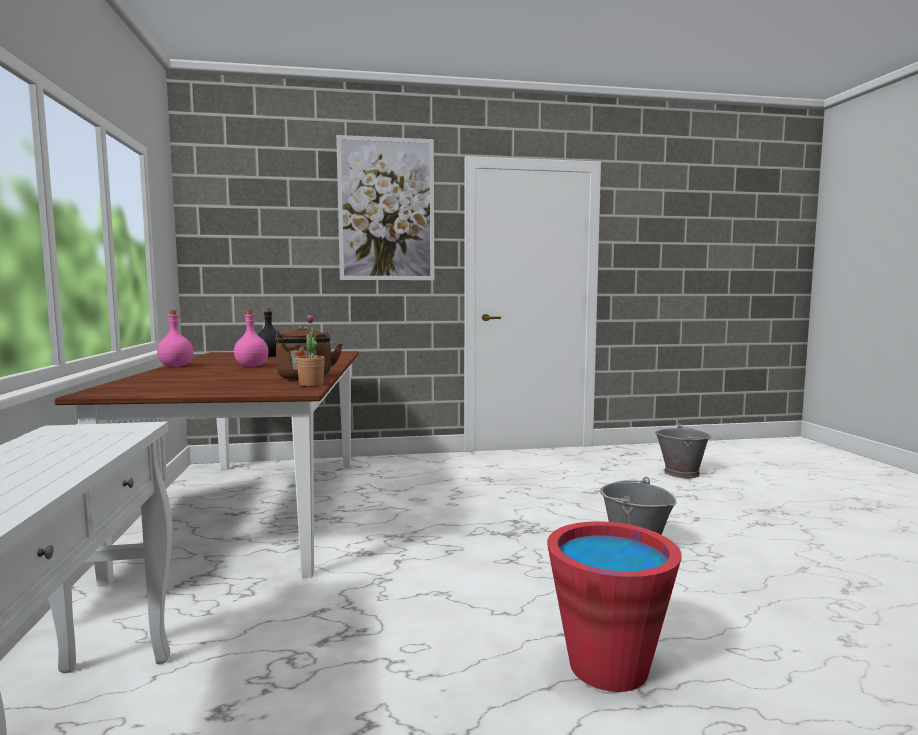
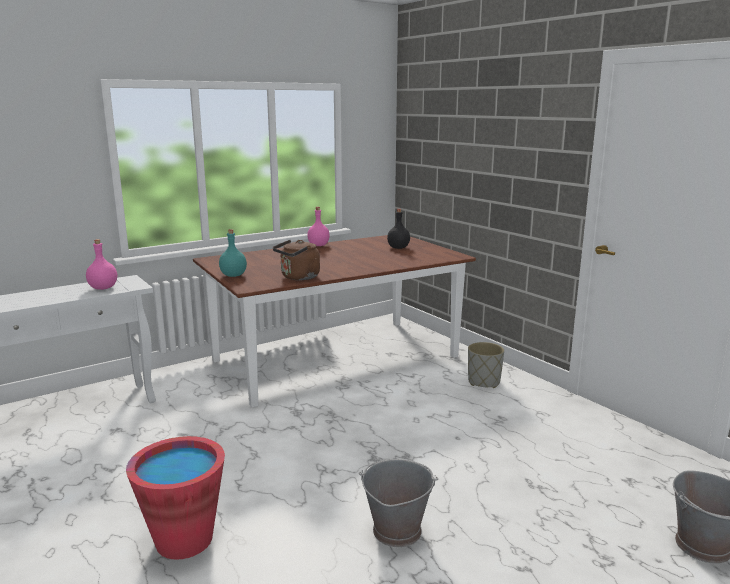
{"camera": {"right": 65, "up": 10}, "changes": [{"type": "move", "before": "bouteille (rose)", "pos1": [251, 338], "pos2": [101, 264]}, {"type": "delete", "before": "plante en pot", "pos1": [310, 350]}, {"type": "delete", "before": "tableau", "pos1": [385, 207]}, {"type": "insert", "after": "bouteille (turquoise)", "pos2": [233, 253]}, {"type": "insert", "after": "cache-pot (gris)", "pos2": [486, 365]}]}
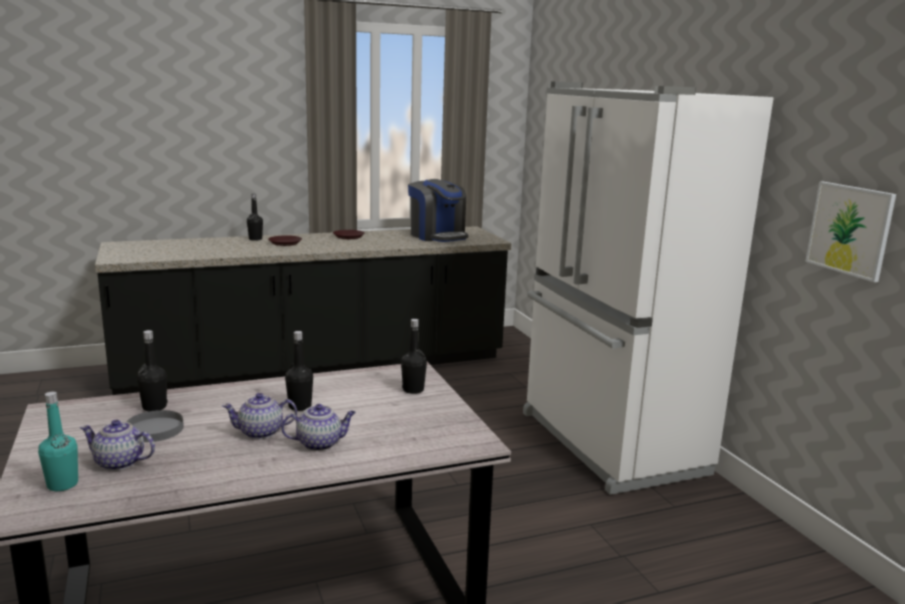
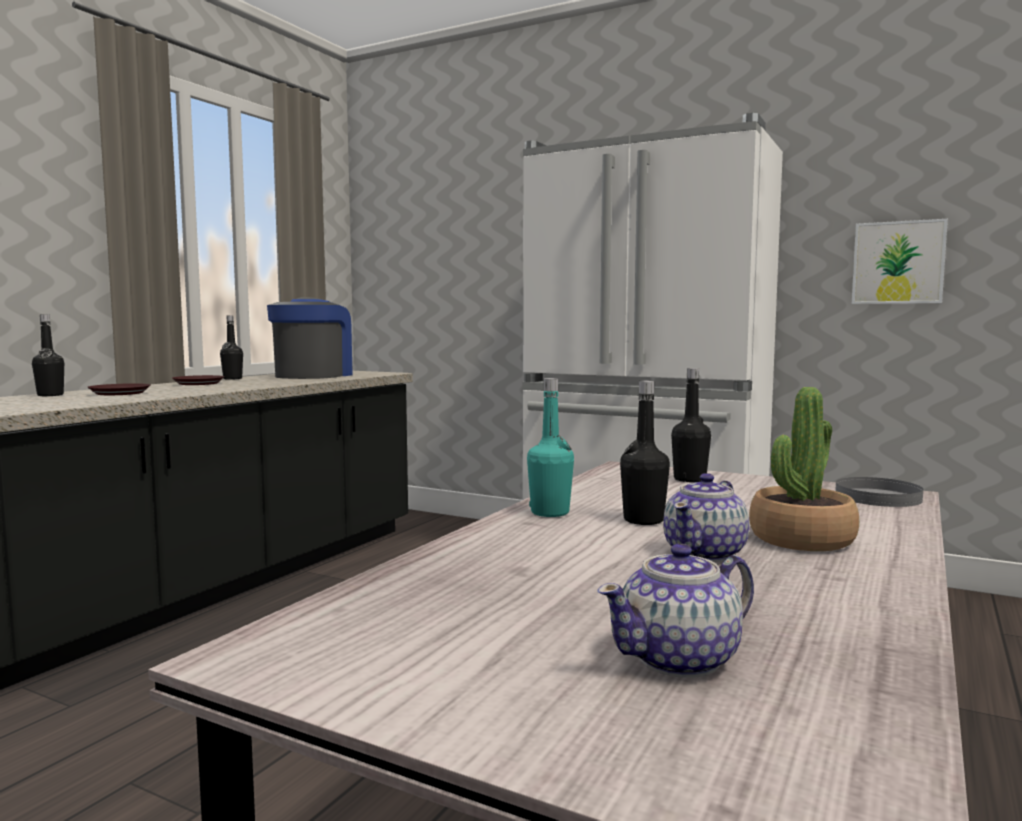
{"camera": {"right": -40, "up": -10}, "changes": [{"type": "move", "before": "bouteille (turquoise)", "pos1": [58, 441], "pos2": [550, 447]}, {"type": "move", "before": "assiette (gris)", "pos1": [155, 426], "pos2": [879, 492]}, {"type": "move", "before": "bouteille (noir)", "pos1": [152, 370], "pos2": [231, 348]}, {"type": "replace", "before": "théière", "after": "plante en pot", "pos1": [318, 427], "pos2": [804, 469]}, {"type": "rotate", "before": "machine à café", "pos1": [438, 210], "pos2": [310, 338], "turn": -90}]}
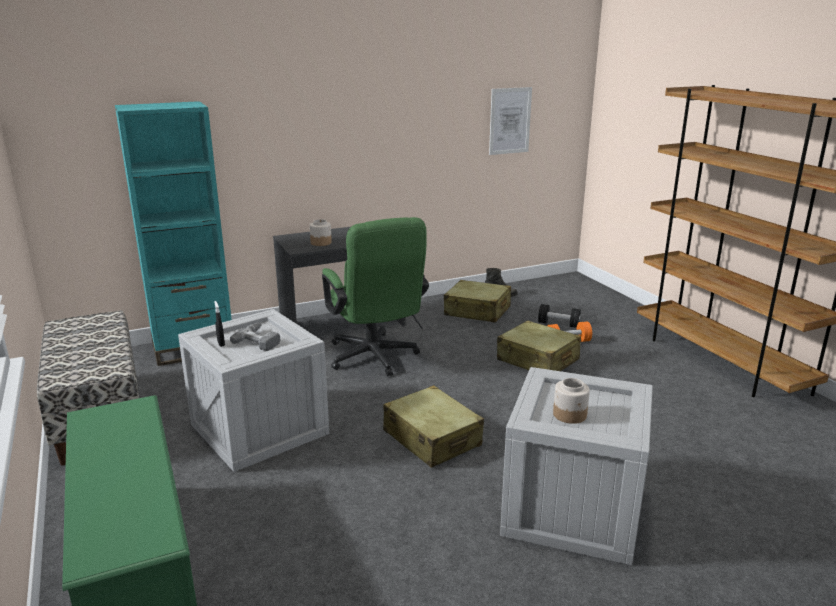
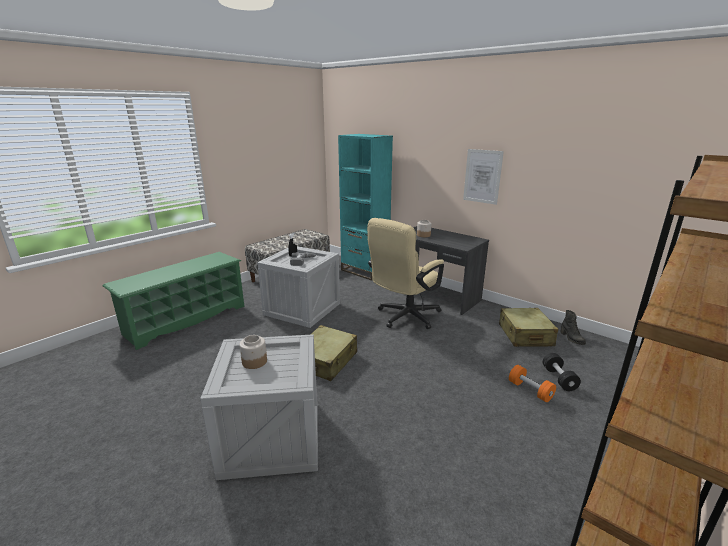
{"camera": {"right": 65, "up": 0}, "changes": [{"type": "recolor", "before": "chaise de bureau (vert)", "after": "chaise de bureau (beige)", "pos1": [375, 296], "pos2": [405, 273]}, {"type": "move", "before": "tableau", "pos1": [510, 121], "pos2": [483, 177]}, {"type": "delete", "before": "valise (beige)", "pos1": [539, 345]}]}
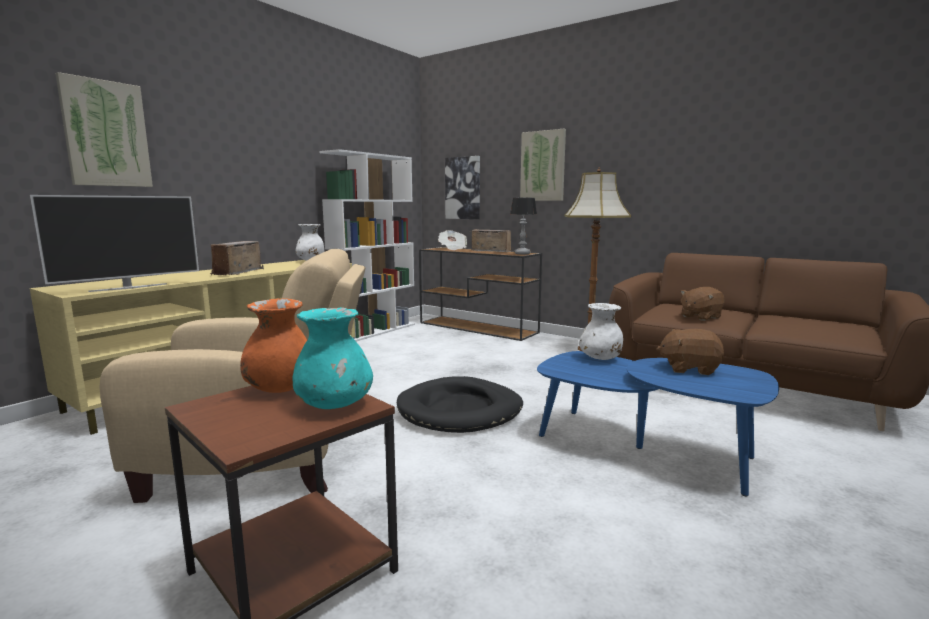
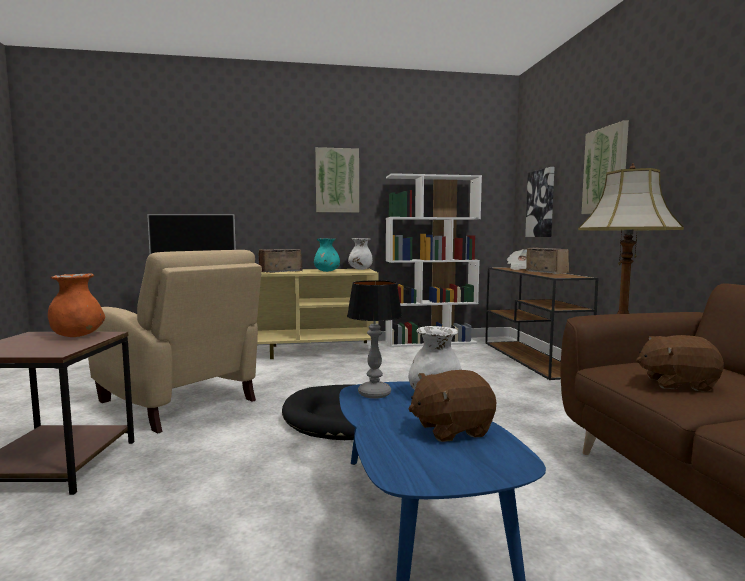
{"camera": {"right": 45, "up": -5}, "changes": [{"type": "move", "before": "tableau", "pos1": [104, 129], "pos2": [337, 180]}, {"type": "move", "before": "vase (turquoise)", "pos1": [333, 358], "pos2": [327, 255]}, {"type": "move", "before": "lampe de table", "pos1": [523, 226], "pos2": [374, 340]}, {"type": "rotate", "before": "peluche (marron)", "pos1": [690, 352], "pos2": [452, 406], "turn": -75}]}
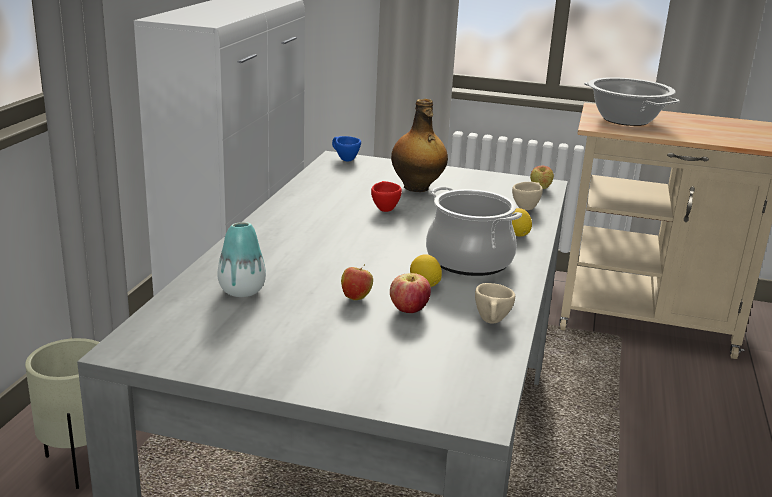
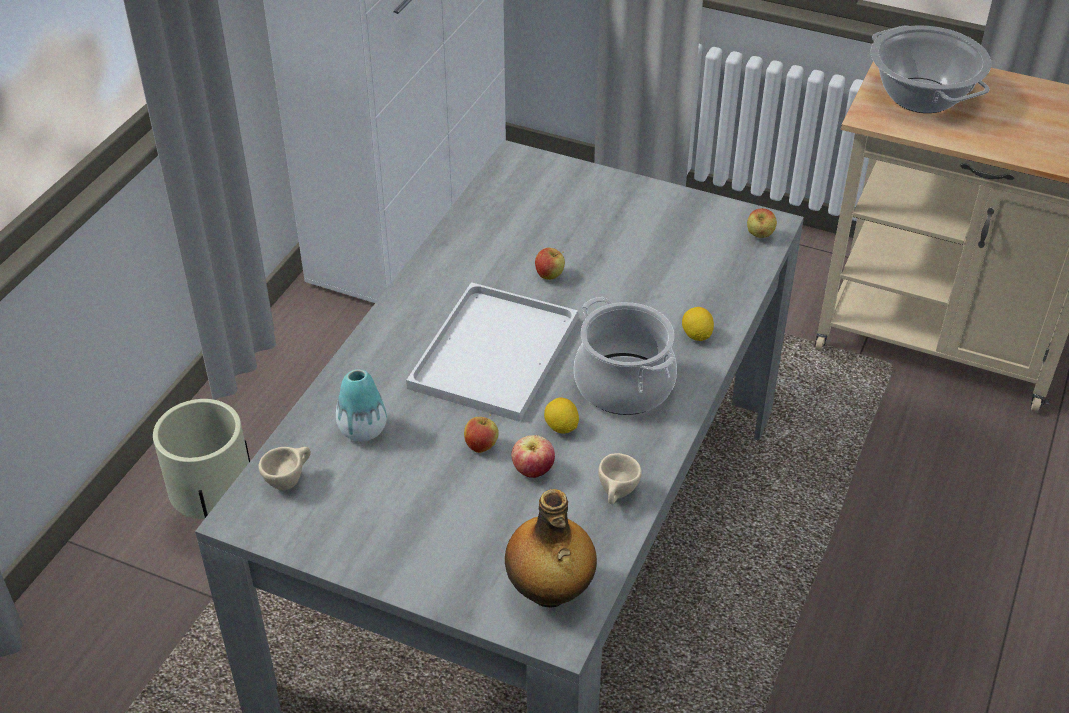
{"camera": {"right": 10, "up": 20}, "changes": [{"type": "delete", "before": "tasse (bleu)", "pos1": [346, 148]}, {"type": "replace", "before": "tasse (rouge)", "after": "pomme", "pos1": [386, 196], "pos2": [550, 264]}, {"type": "move", "before": "bouteille", "pos1": [419, 145], "pos2": [551, 548]}, {"type": "move", "before": "tasse (beige)", "pos1": [527, 196], "pos2": [284, 468]}, {"type": "insert", "after": "plateau (blanc)", "pos2": [492, 352]}]}
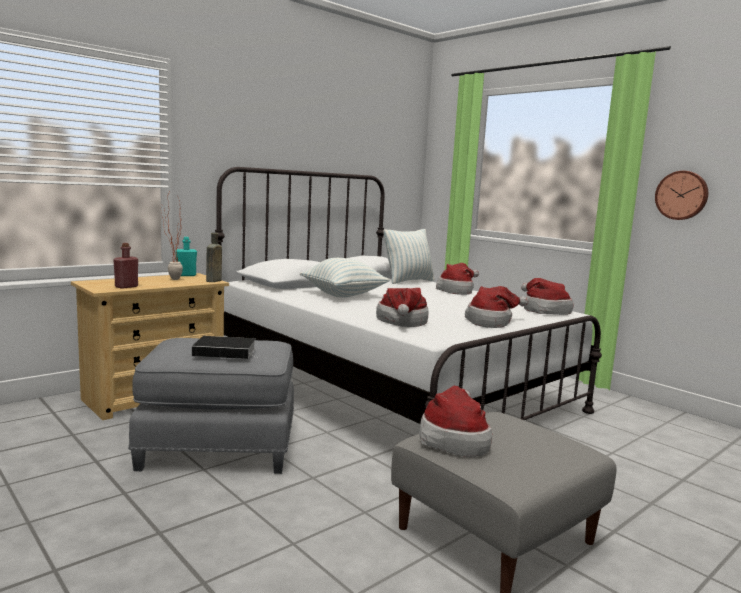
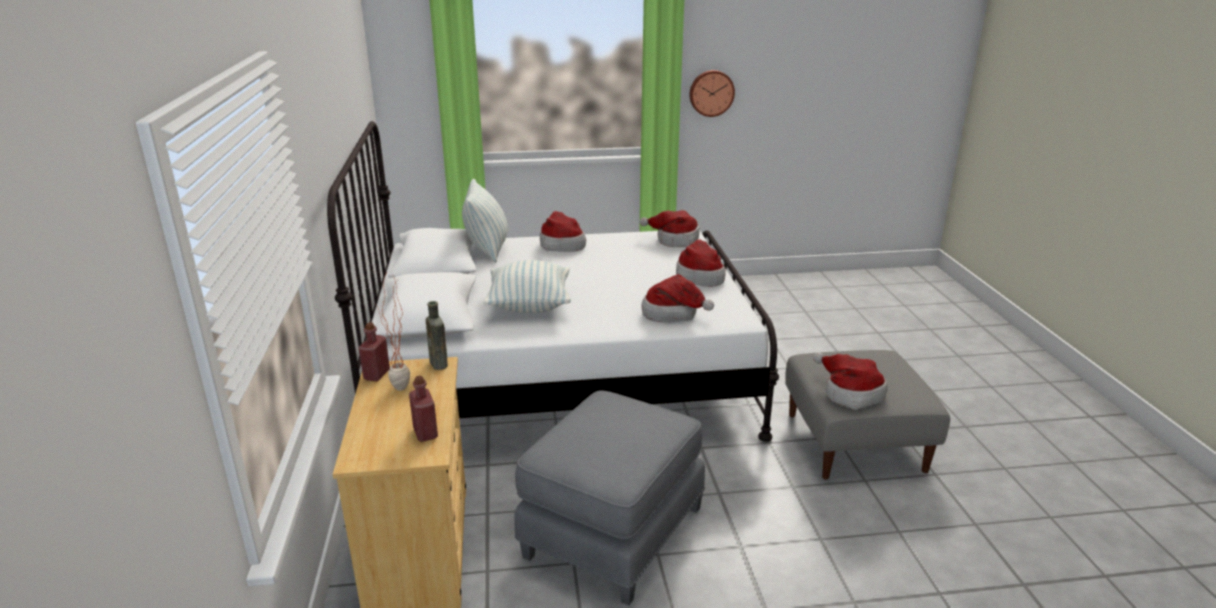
{"camera": {"right": -55, "up": 15}, "changes": [{"type": "recolor", "before": "bouteille (turquoise)", "after": "bouteille (rouge)", "pos1": [186, 256], "pos2": [374, 352]}, {"type": "delete", "before": "livre", "pos1": [226, 347]}]}
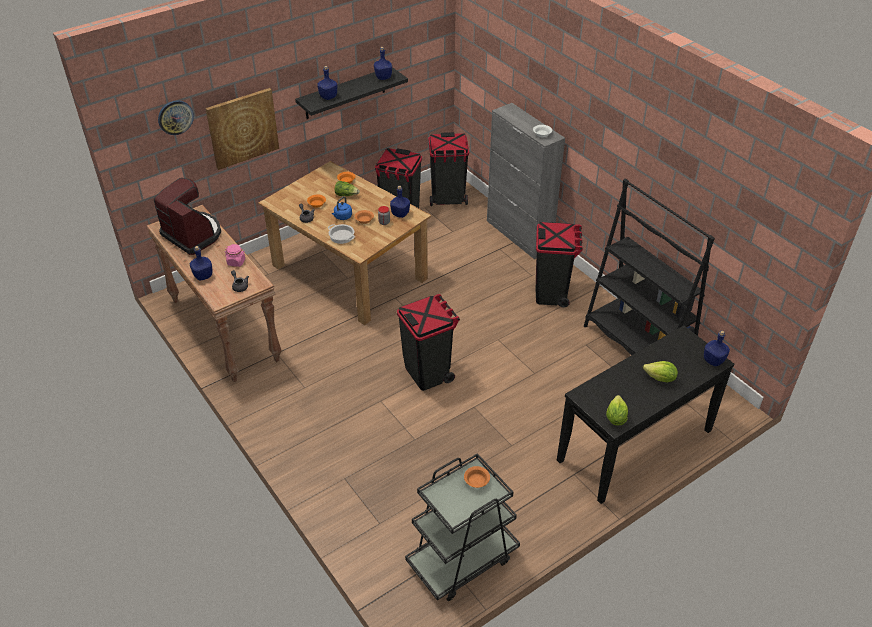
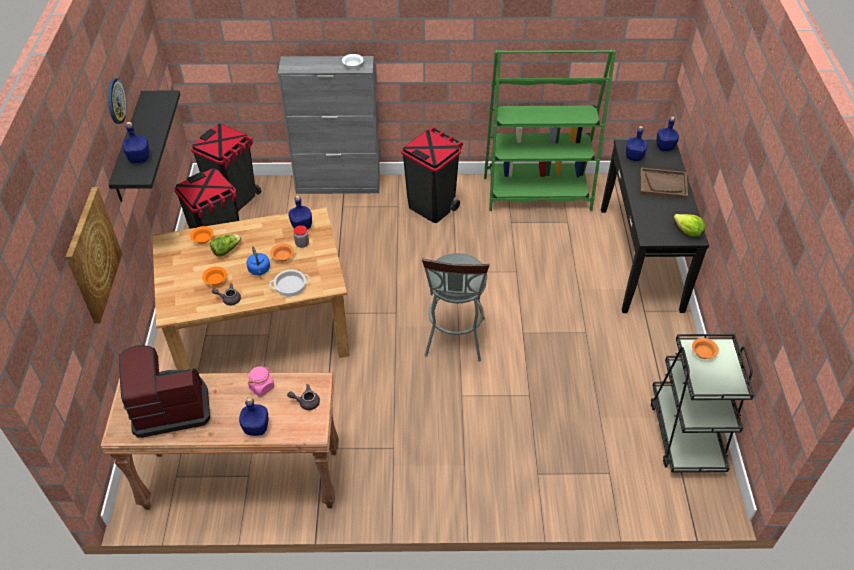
{"camera": {"right": -55, "up": 5}, "changes": [{"type": "move", "before": "horloge murale", "pos1": [176, 117], "pos2": [117, 101]}, {"type": "move", "before": "bouteille (bleu)", "pos1": [383, 63], "pos2": [637, 143]}, {"type": "replace", "before": "poubelle (noir)", "after": "tabouret (gris)", "pos1": [428, 342], "pos2": [456, 307]}, {"type": "recolor", "before": "bibliothèque (noir)", "after": "bibliothèque (vert)", "pos1": [649, 266], "pos2": [550, 130]}, {"type": "replace", "before": "laitue", "after": "plateau (marron)", "pos1": [660, 372], "pos2": [664, 183]}]}
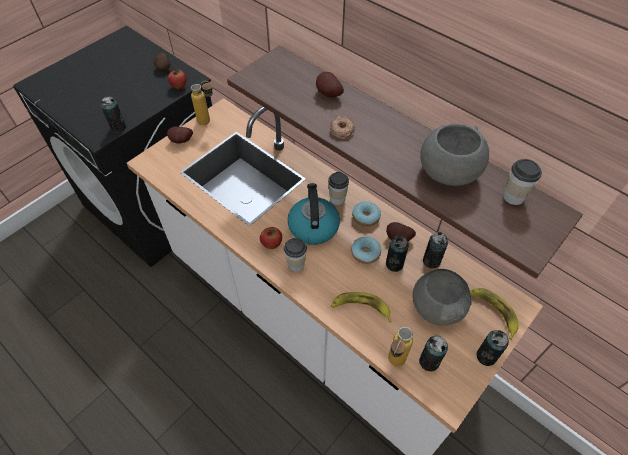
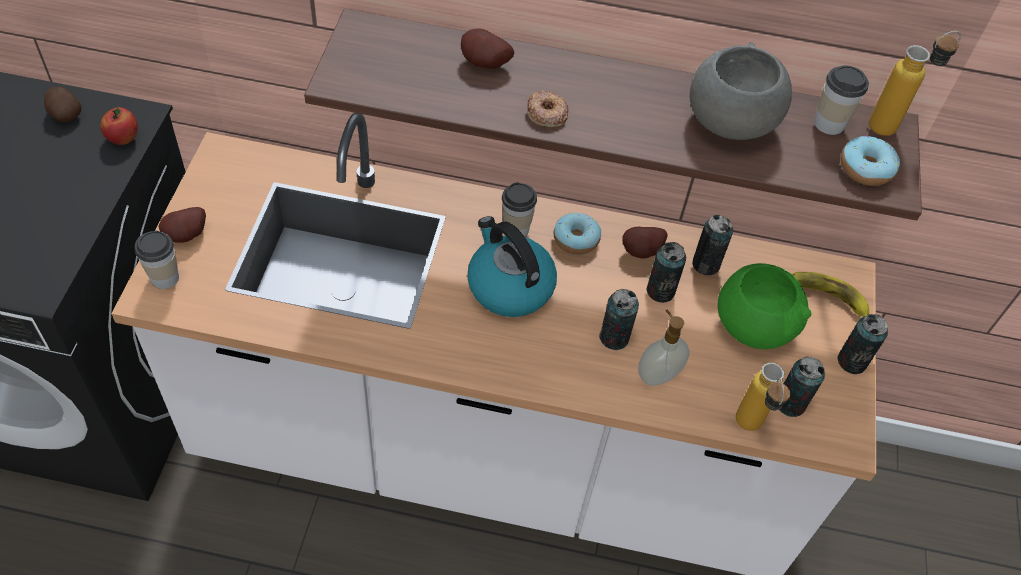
{"camera": {"right": -35, "up": 0}, "changes": [{"type": "move", "before": "boîte métallique", "pos1": [113, 115], "pos2": [619, 319]}, {"type": "move", "before": "bouteille", "pos1": [202, 103], "pos2": [915, 83]}, {"type": "delete", "before": "pomme", "pos1": [271, 238]}, {"type": "move", "before": "tasse", "pos1": [295, 255], "pos2": [157, 260]}, {"type": "replace", "before": "banane", "after": "distributeur de savon", "pos1": [361, 307], "pos2": [664, 348]}, {"type": "move", "before": "beignet", "pos1": [366, 250], "pos2": [870, 160]}, {"type": "recolor", "before": "bol (gris)", "after": "bol (vert)", "pos1": [442, 297], "pos2": [764, 306]}]}
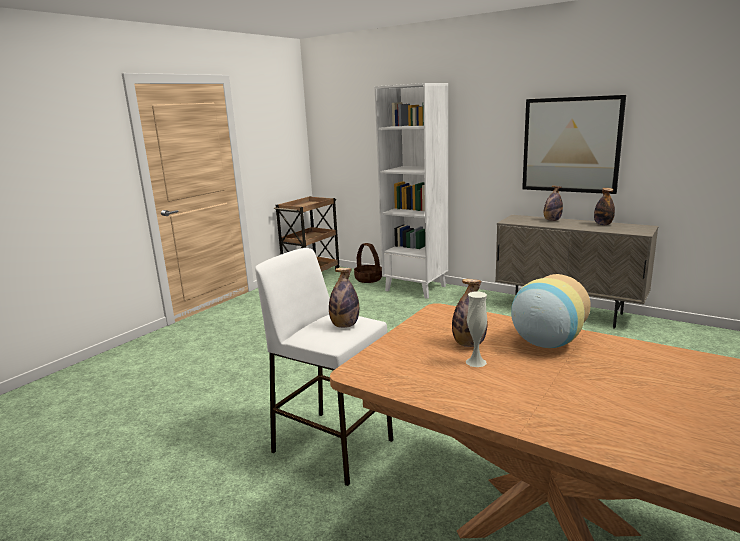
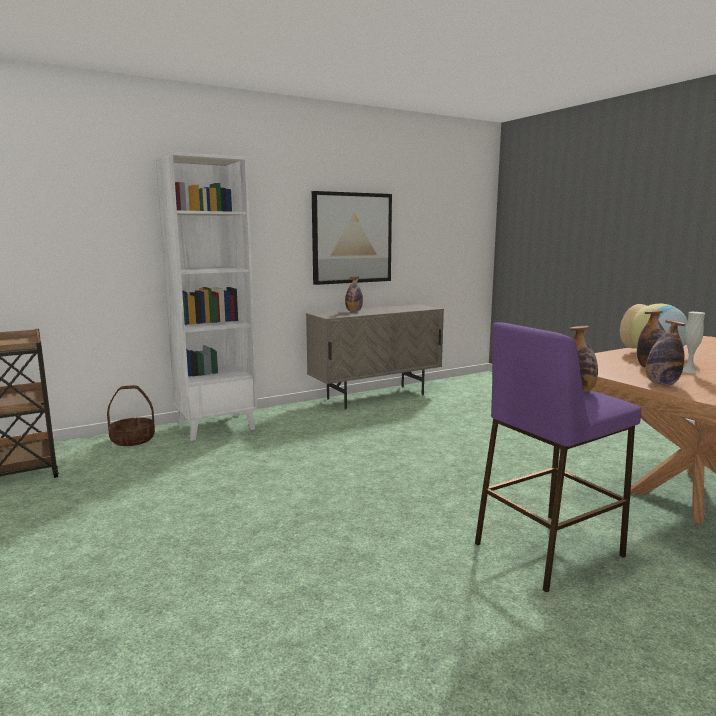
{"camera": {"right": -65, "up": -5}, "changes": [{"type": "recolor", "before": "tabouret (blanc)", "after": "tabouret (violet)", "pos1": [324, 367], "pos2": [558, 457]}, {"type": "move", "before": "bouteille", "pos1": [604, 206], "pos2": [665, 352]}]}
